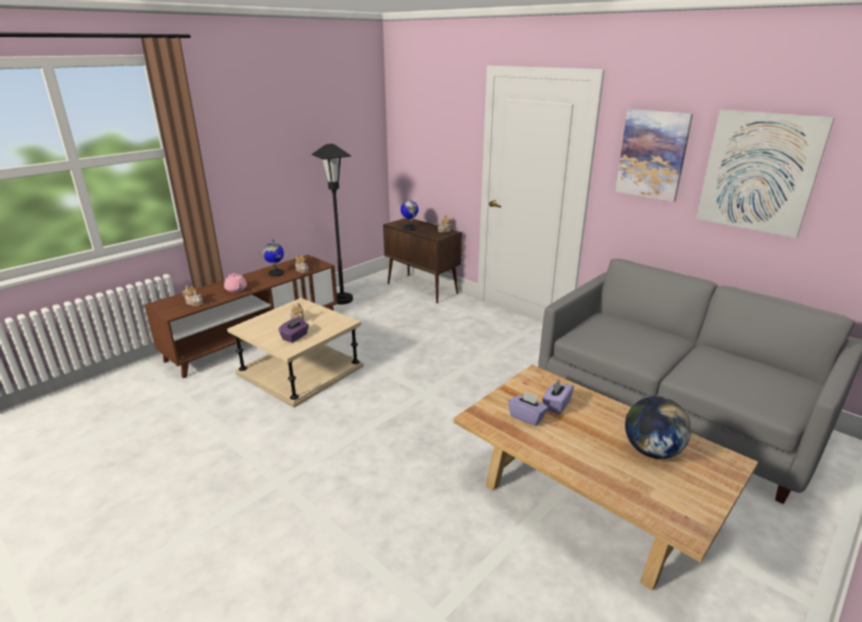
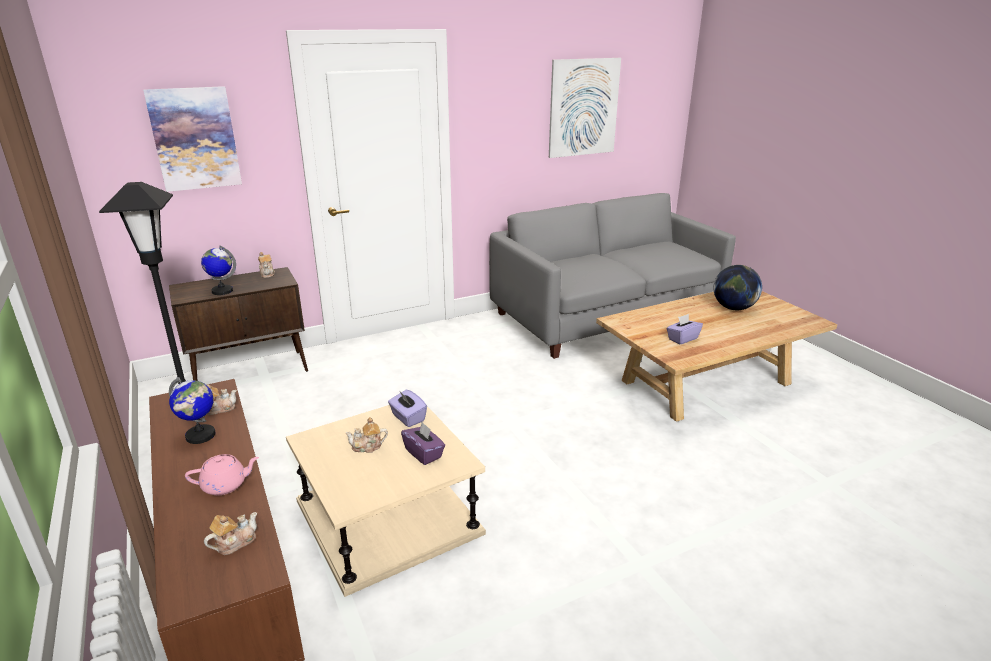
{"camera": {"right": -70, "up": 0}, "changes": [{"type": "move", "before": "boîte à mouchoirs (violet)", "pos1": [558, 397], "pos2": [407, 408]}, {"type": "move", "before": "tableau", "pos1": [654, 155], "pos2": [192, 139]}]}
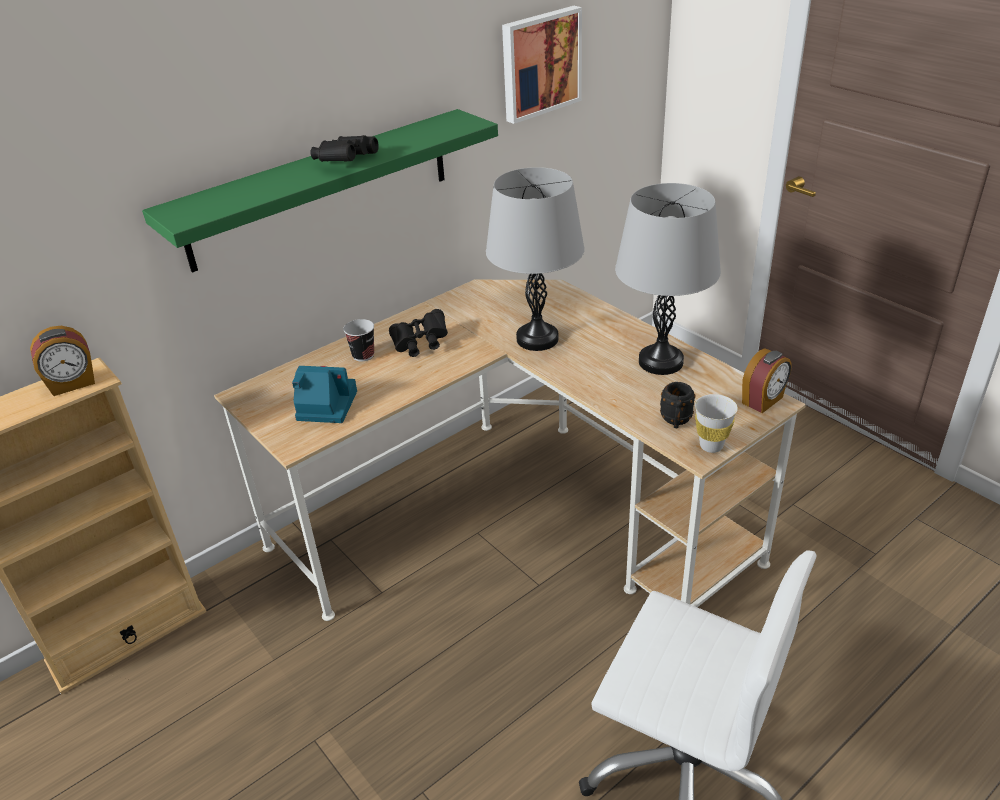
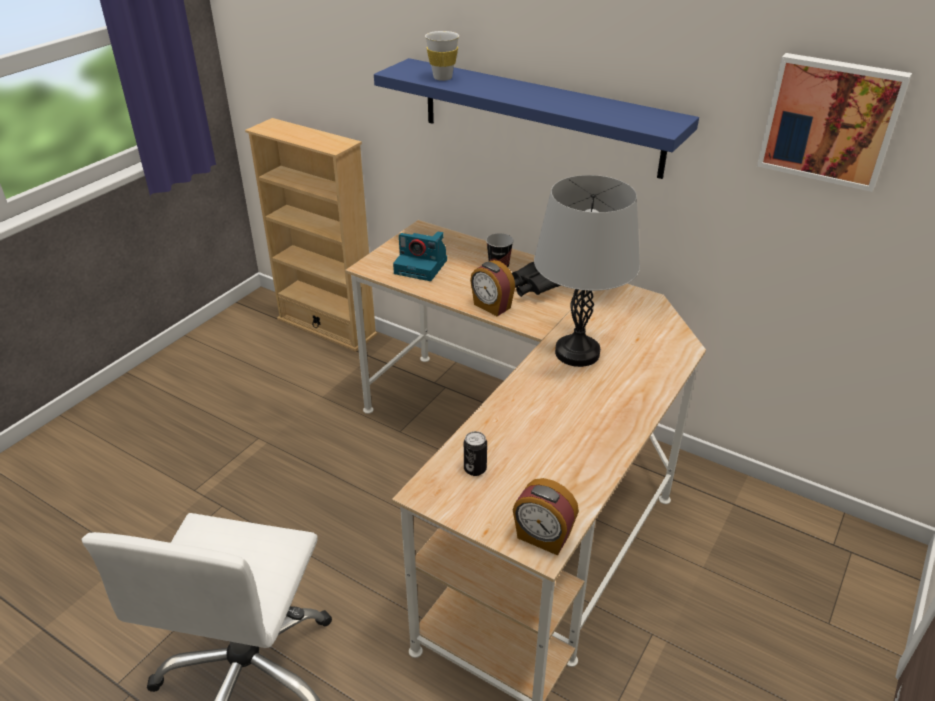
{"camera": {"right": 70, "up": 0}, "changes": [{"type": "move", "before": "réveil", "pos1": [62, 361], "pos2": [492, 288]}, {"type": "recolor", "before": "étagère (vert)", "after": "étagère (bleu)", "pos1": [320, 191], "pos2": [536, 118]}, {"type": "rotate", "before": "appareil photo", "pos1": [324, 394], "pos2": [420, 256], "turn": 120}, {"type": "delete", "before": "jumelles (noir)", "pos1": [344, 148]}, {"type": "delete", "before": "lampe de table (gris)", "pos1": [668, 279]}, {"type": "replace", "before": "mug (noir)", "after": "boîte métallique", "pos1": [678, 405], "pos2": [475, 453]}, {"type": "move", "before": "tasse (blanc)", "pos1": [716, 423], "pos2": [442, 56]}]}
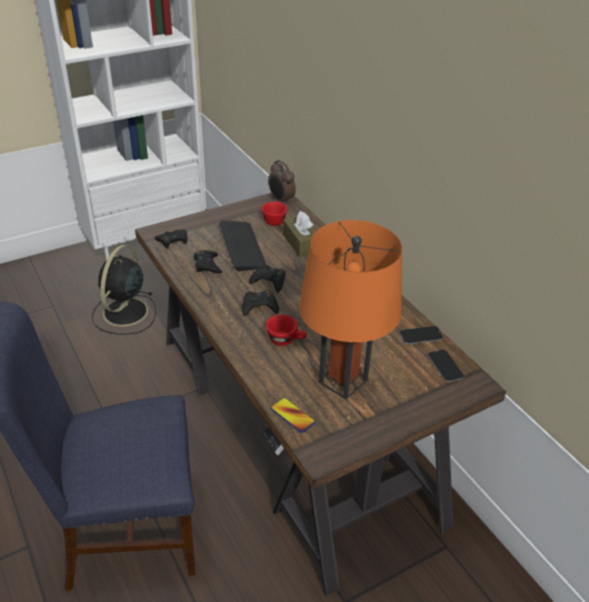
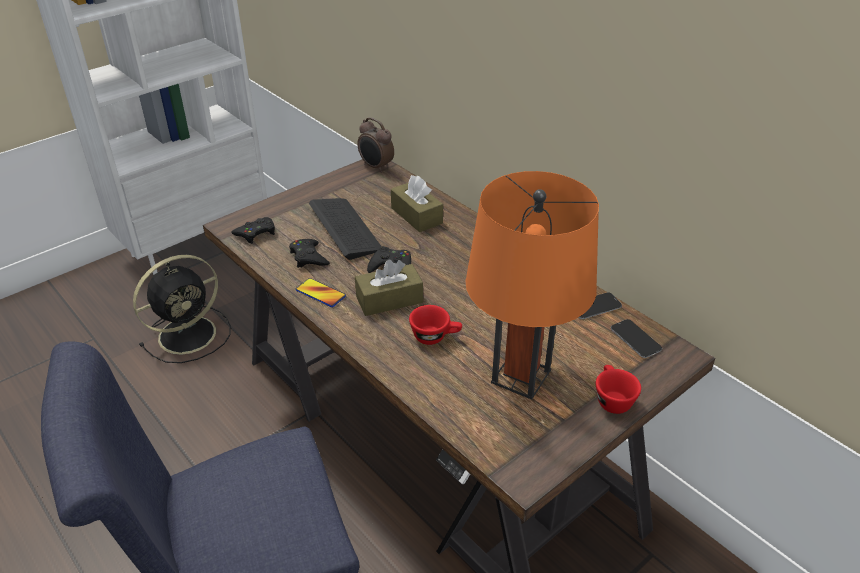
{"camera": {"right": -10, "up": 0}, "changes": [{"type": "rotate", "before": "ventilateur (noir)", "pos1": [124, 290], "pos2": [182, 309], "turn": -135}, {"type": "replace", "before": "manette (noir)", "after": "boîte à mouchoirs (marron)", "pos1": [260, 303], "pos2": [389, 288]}, {"type": "move", "before": "tasse (rouge)", "pos1": [274, 213], "pos2": [618, 389]}, {"type": "move", "before": "téléphone", "pos1": [293, 415], "pos2": [321, 292]}]}
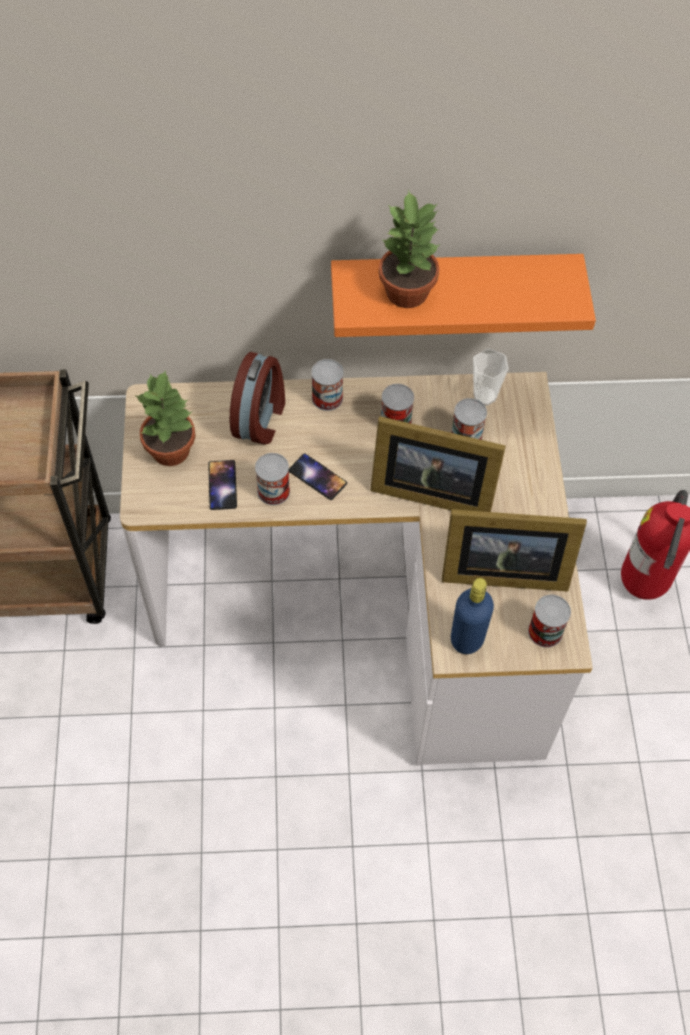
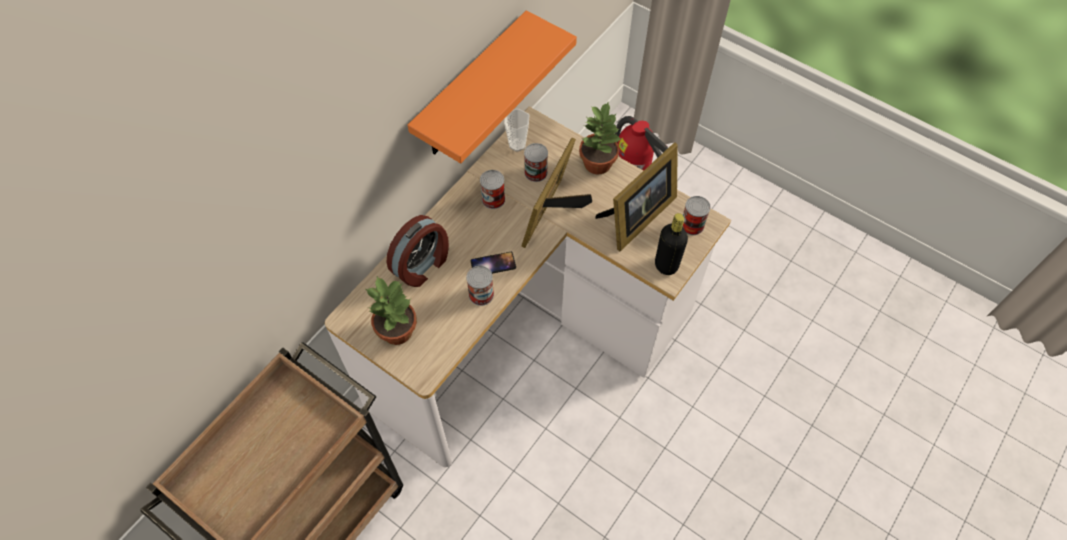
{"camera": {"right": -50, "up": 0}, "changes": [{"type": "delete", "before": "téléphone", "pos1": [222, 485]}, {"type": "rotate", "before": "réveil", "pos1": [257, 398], "pos2": [417, 251], "turn": 75}, {"type": "delete", "before": "boîte métallique", "pos1": [327, 385]}, {"type": "rotate", "before": "cadre photo", "pos1": [438, 464], "pos2": [557, 193], "turn": 150}, {"type": "move", "before": "plante en pot", "pos1": [409, 249], "pos2": [600, 137]}, {"type": "recolor", "before": "bouteille (bleu)", "after": "bouteille (noir)", "pos1": [472, 616], "pos2": [671, 244]}]}
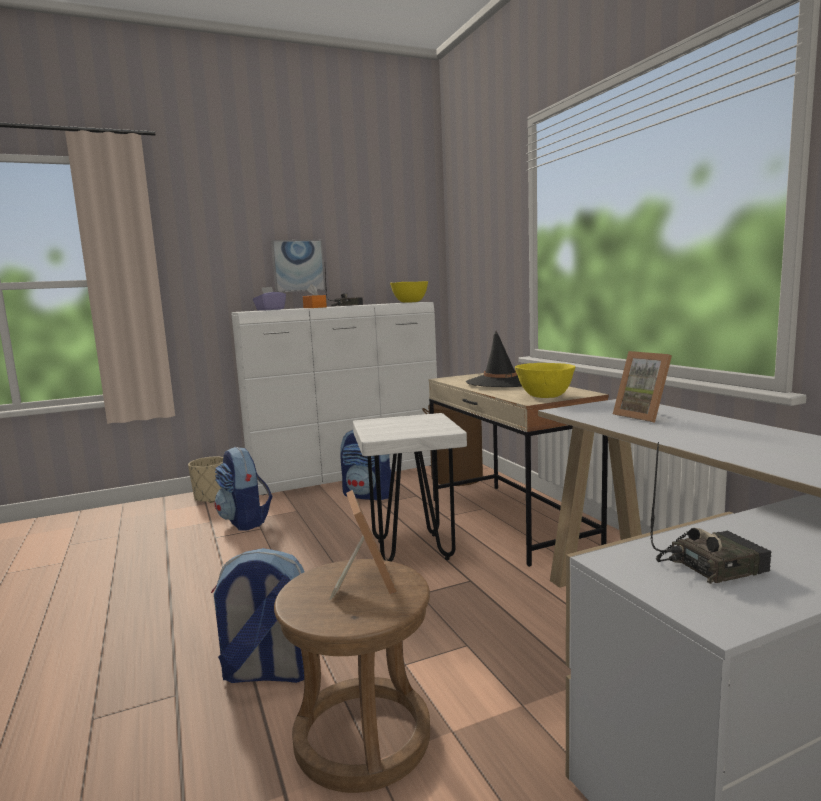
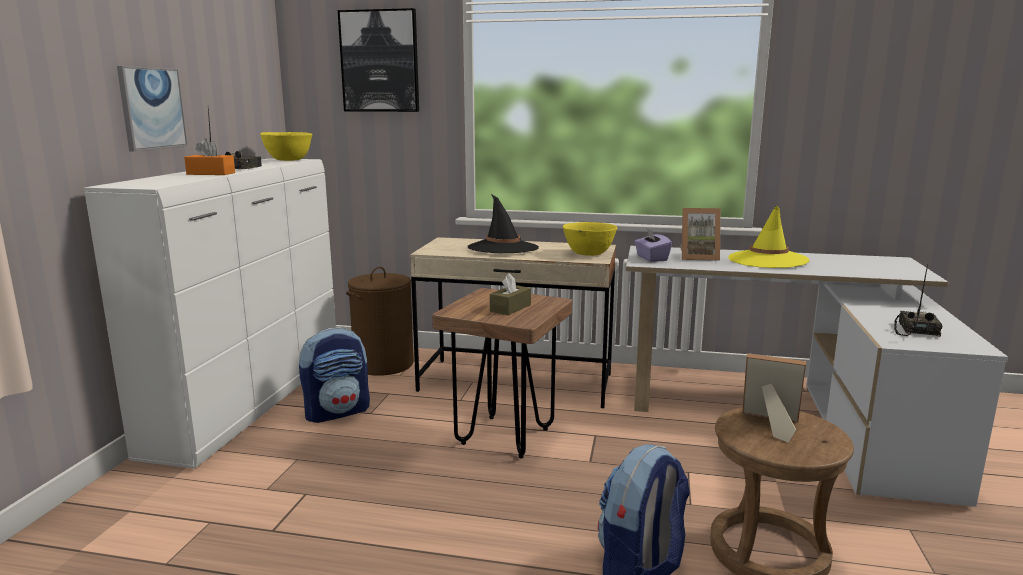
{"camera": {"right": -55, "up": 5}, "changes": [{"type": "delete", "before": "cache-pot (beige)", "pos1": [205, 480]}, {"type": "delete", "before": "sac à dos", "pos1": [243, 488]}, {"type": "move", "before": "boîte à mouchoirs (violet)", "pos1": [269, 299], "pos2": [653, 245]}, {"type": "recolor", "before": "tabouret (blanc)", "after": "tabouret (marron)", "pos1": [410, 487], "pos2": [502, 373]}, {"type": "insert", "after": "tableau", "pos2": [378, 60]}, {"type": "insert", "after": "boîte à mouchoirs (marron)", "pos2": [510, 294]}, {"type": "insert", "after": "chapeau (jaune)", "pos2": [768, 236]}]}
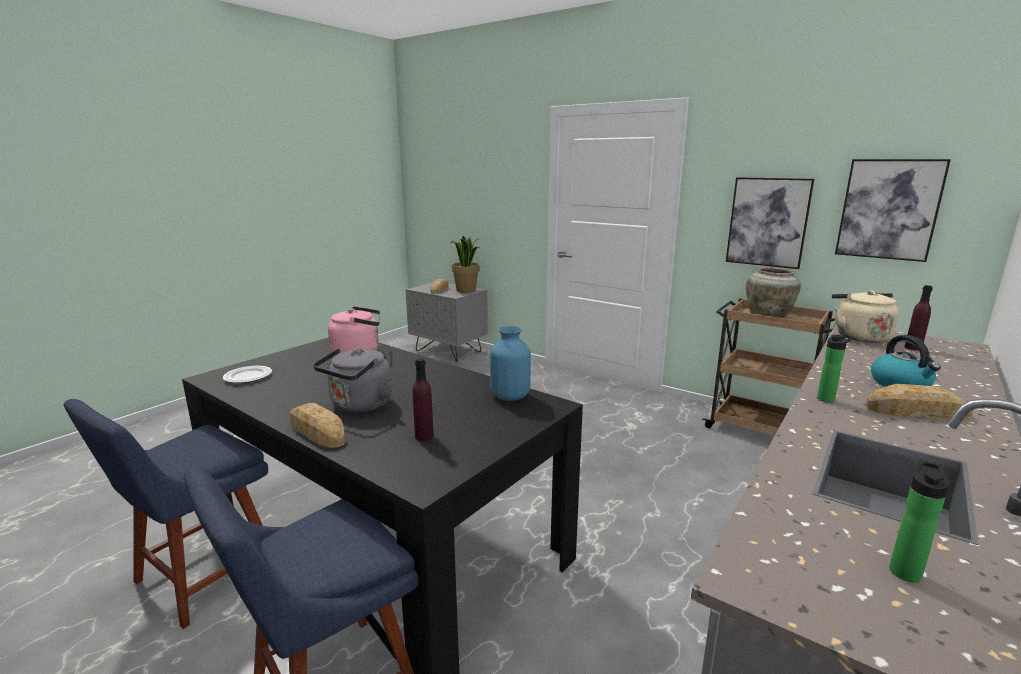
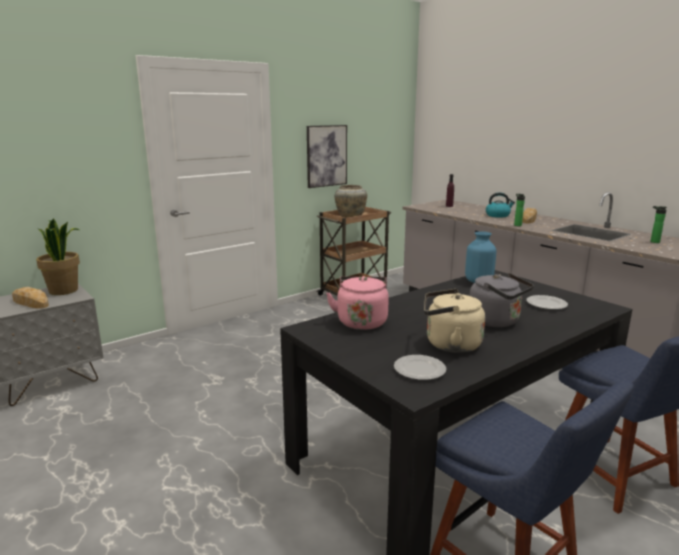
{"camera": {"right": -75, "up": 0}, "changes": [{"type": "delete", "before": "pain", "pos1": [317, 425]}, {"type": "replace", "before": "bouteille (violet)", "after": "assiette", "pos1": [423, 399], "pos2": [547, 302]}, {"type": "move", "before": "bouilloire (beige)", "pos1": [865, 317], "pos2": [454, 321]}, {"type": "delete", "before": "tableau", "pos1": [893, 210]}]}
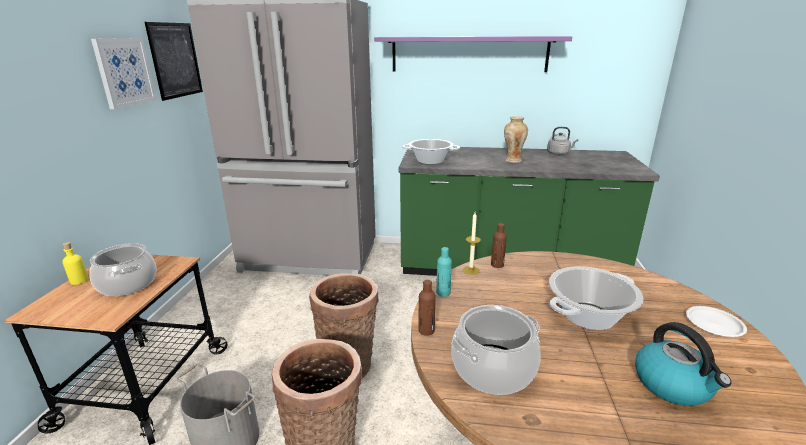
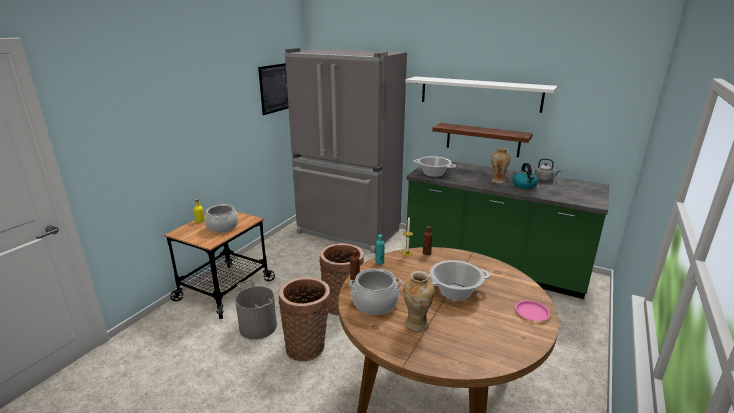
{"camera": {"right": 20, "up": 0}, "changes": [{"type": "delete", "before": "tableau", "pos1": [123, 73]}, {"type": "recolor", "before": "étagère (violet)", "after": "étagère (blanc)", "pos1": [473, 54], "pos2": [481, 94]}, {"type": "move", "before": "bouilloire", "pos1": [683, 364], "pos2": [525, 176]}, {"type": "recolor", "before": "assiette (blanc)", "after": "assiette (rose)", "pos1": [716, 321], "pos2": [532, 310]}, {"type": "insert", "after": "vase", "pos2": [419, 301]}, {"type": "insert", "after": "étagère (marron)", "pos2": [482, 140]}]}
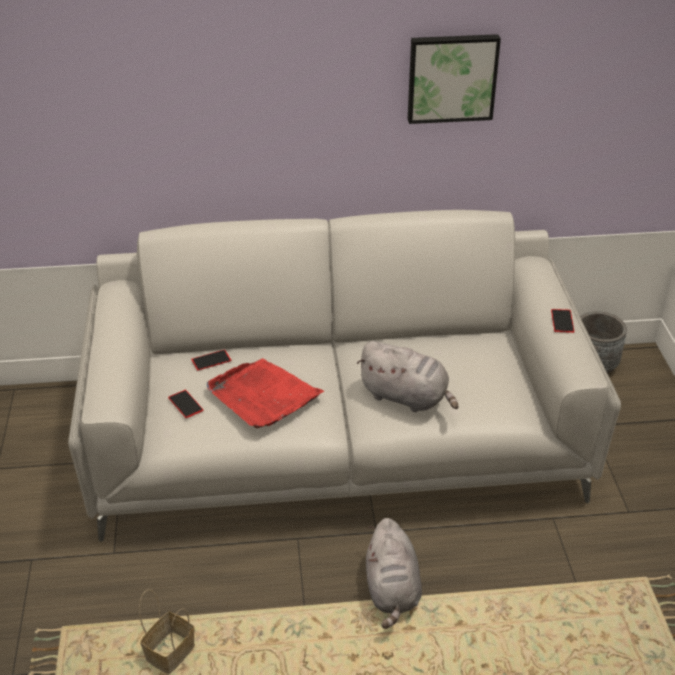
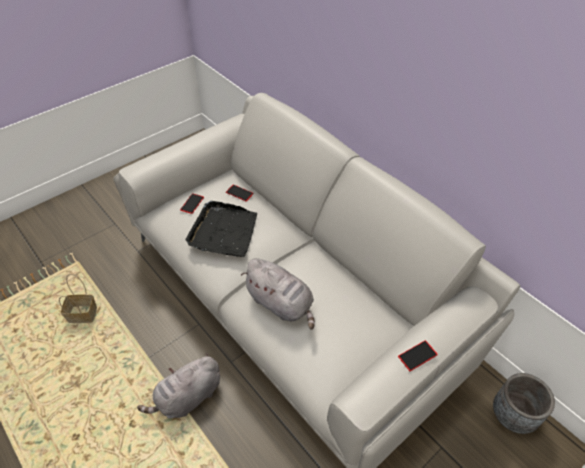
{"camera": {"right": 55, "up": 10}, "changes": [{"type": "recolor", "before": "plateau (rouge)", "after": "plateau (noir)", "pos1": [265, 393], "pos2": [221, 229]}, {"type": "rotate", "before": "peluche (gris)", "pos1": [407, 376], "pos2": [278, 294], "turn": -45}, {"type": "delete", "before": "tableau", "pos1": [454, 79]}]}
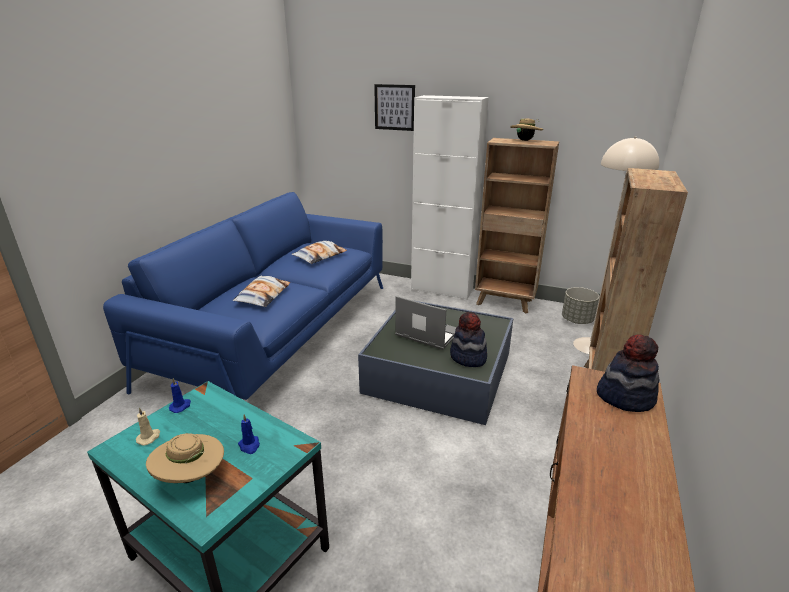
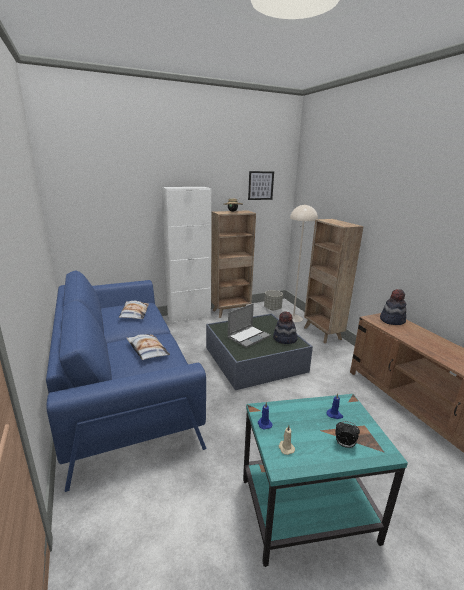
{"camera": {"right": -45, "up": -5}, "changes": [{"type": "replace", "before": "chapeau (beige)", "after": "réveil", "pos1": [185, 458], "pos2": [347, 434]}, {"type": "move", "before": "tableau", "pos1": [394, 107], "pos2": [261, 185]}, {"type": "rotate", "before": "ordinateur portable", "pos1": [426, 323], "pos2": [249, 325], "turn": 150}]}
